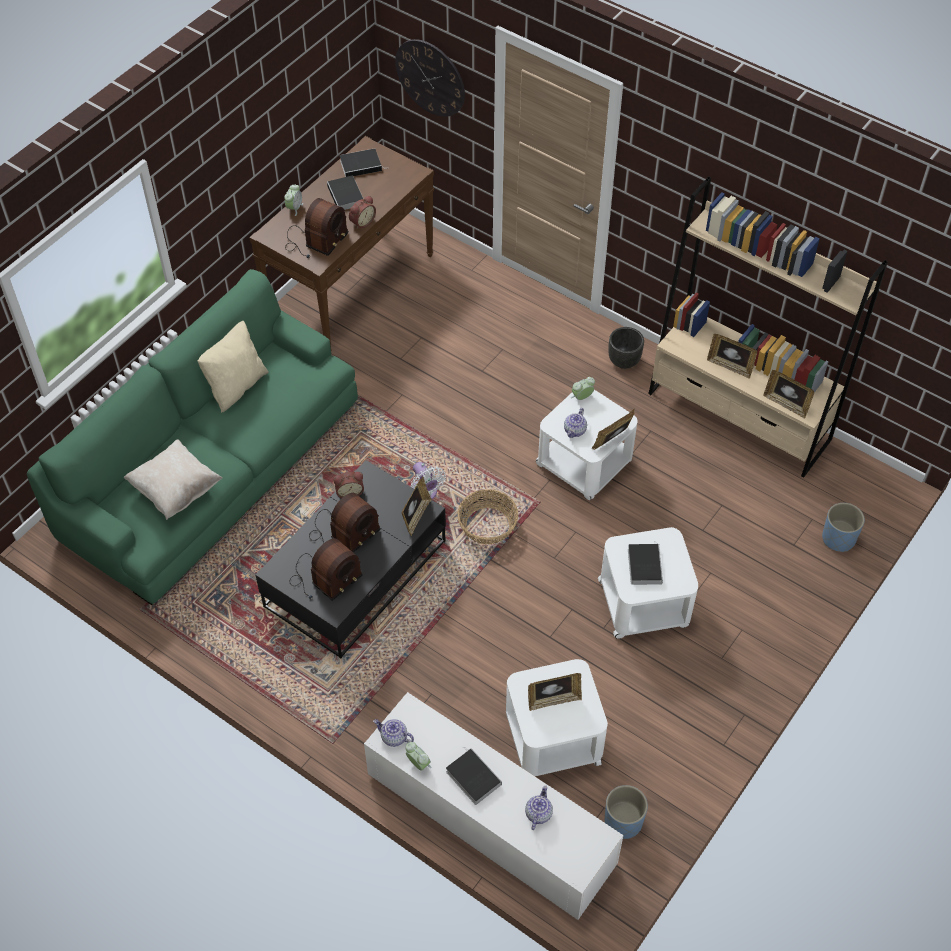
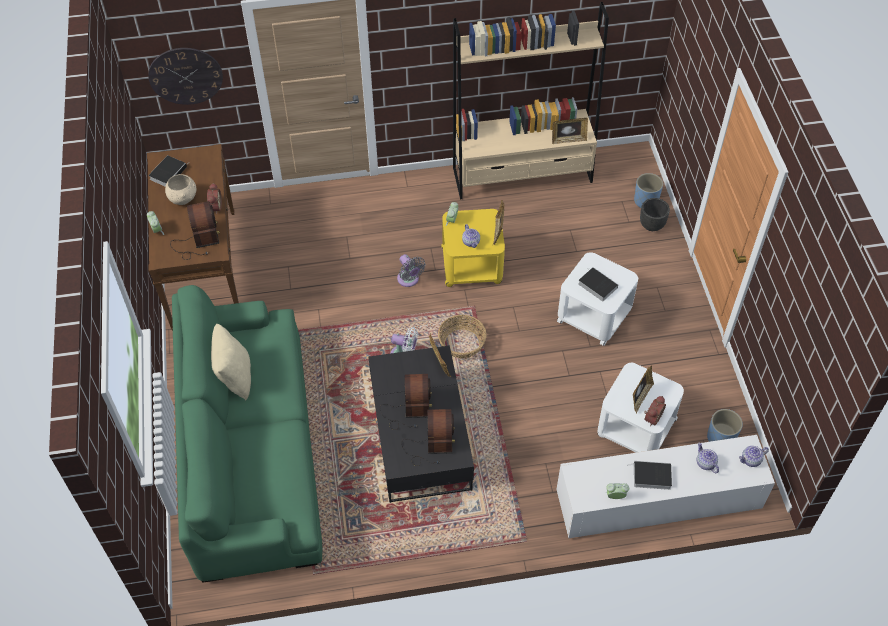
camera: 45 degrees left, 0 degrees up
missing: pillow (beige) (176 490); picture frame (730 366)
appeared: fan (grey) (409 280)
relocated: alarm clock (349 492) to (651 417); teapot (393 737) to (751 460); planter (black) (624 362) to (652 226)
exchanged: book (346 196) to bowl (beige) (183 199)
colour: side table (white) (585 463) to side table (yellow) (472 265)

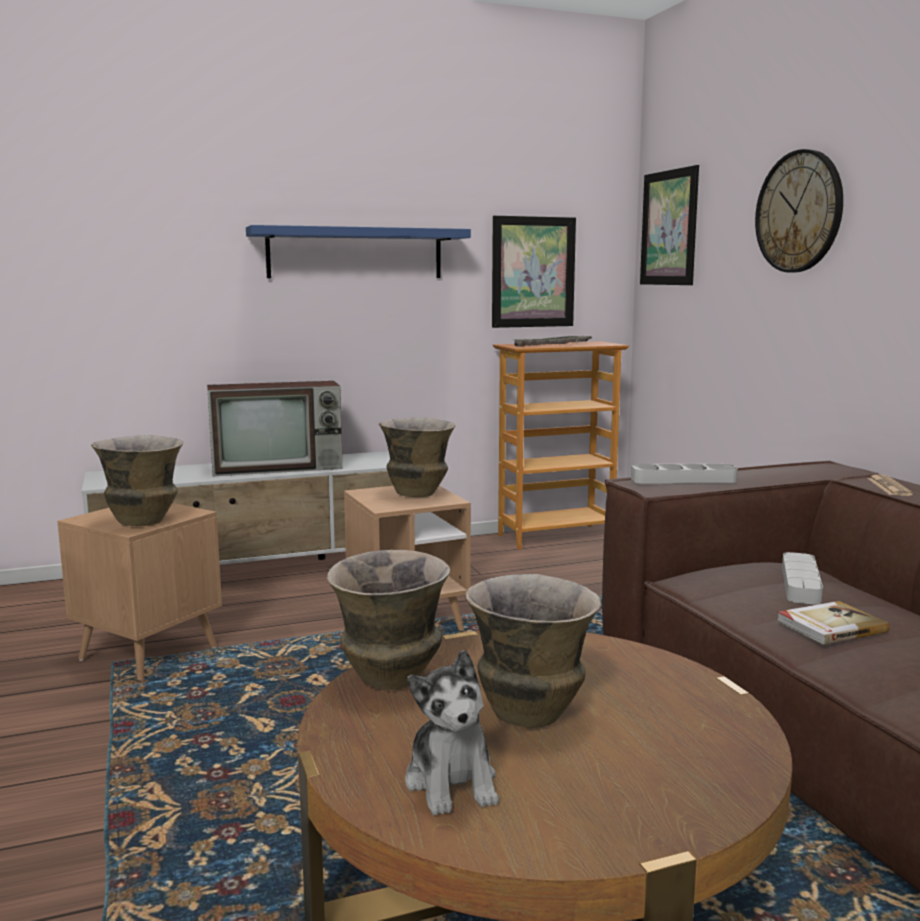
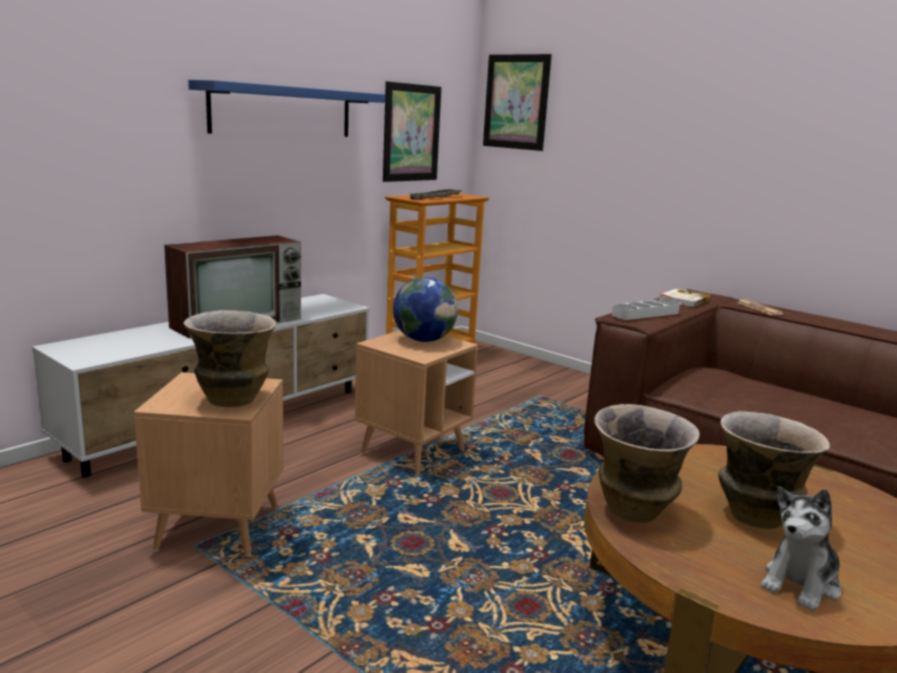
camera: 30 degrees left, 5 degrees up
missing: wall clock (799 212); tray (grey) (800 584)
relocated: book (830 626) to (683 300)
exchanged: vase (417 494) to globe (423 340)
spun: plush toy (452 782) = (801 584) 90 degrees clockwise

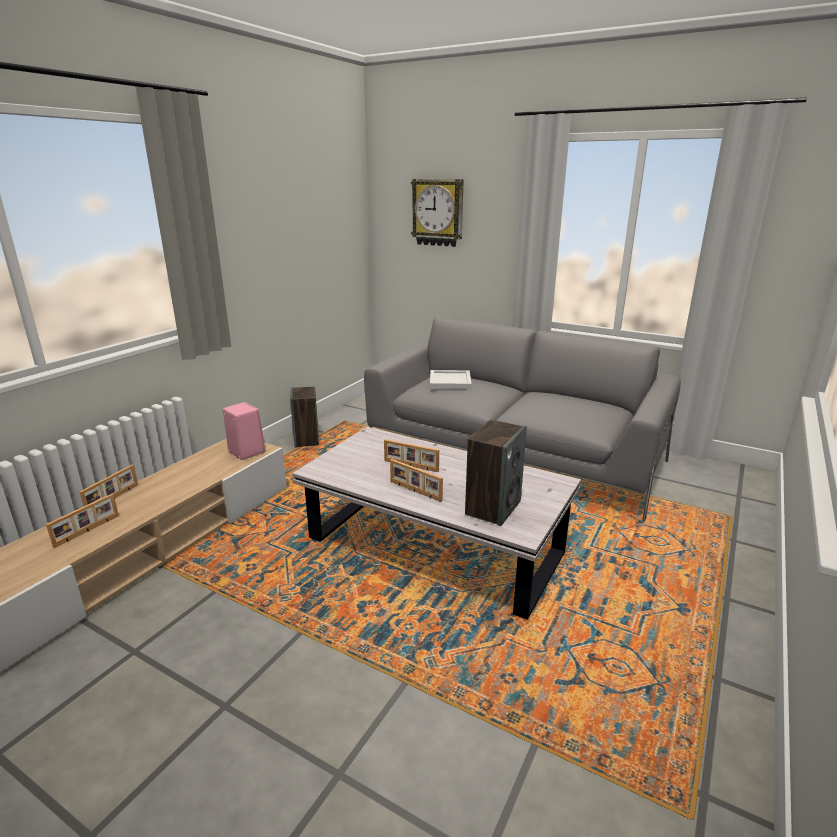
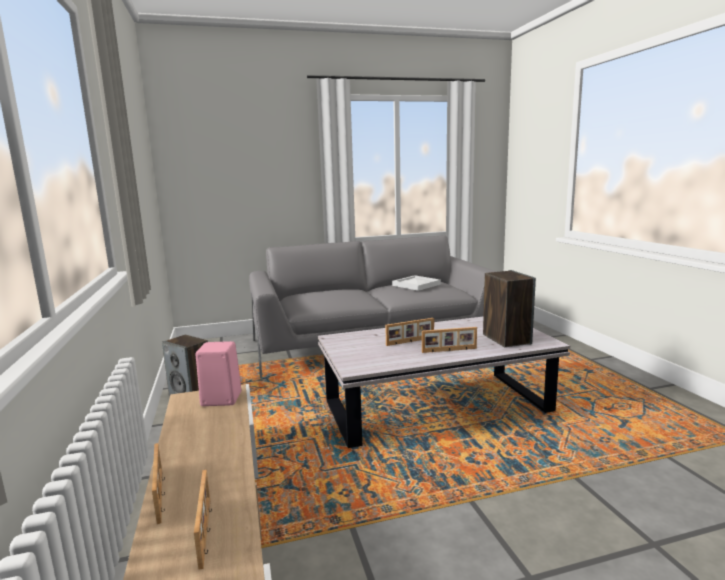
camera: 45 degrees left, 10 degrees down
missing: wall clock (438 212)
relocated: tray (white) (449 382) to (416 285)

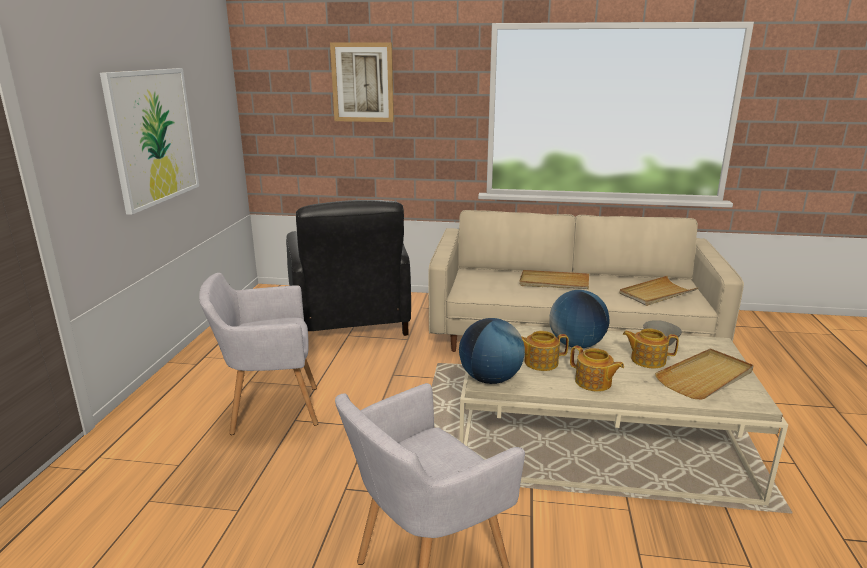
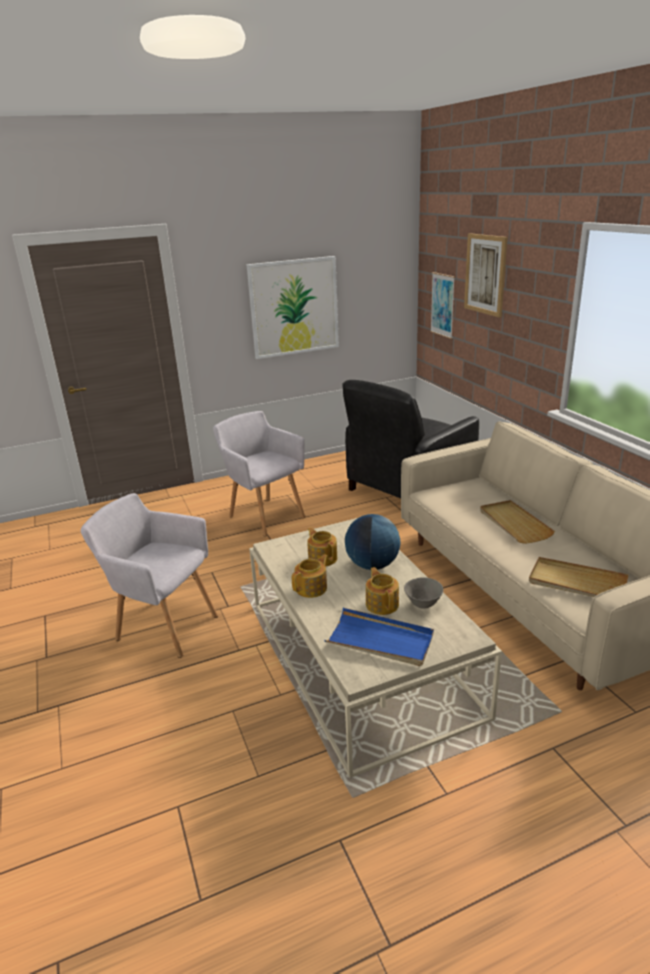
camera: 60 degrees right, 5 degrees up
missing: globe (490 379)
appeared: picture (442 305)
colour: tray (beige) (705 377) to tray (blue) (380 640)
spun: teapot (593 383) = (312 588) 150 degrees counterclockwise

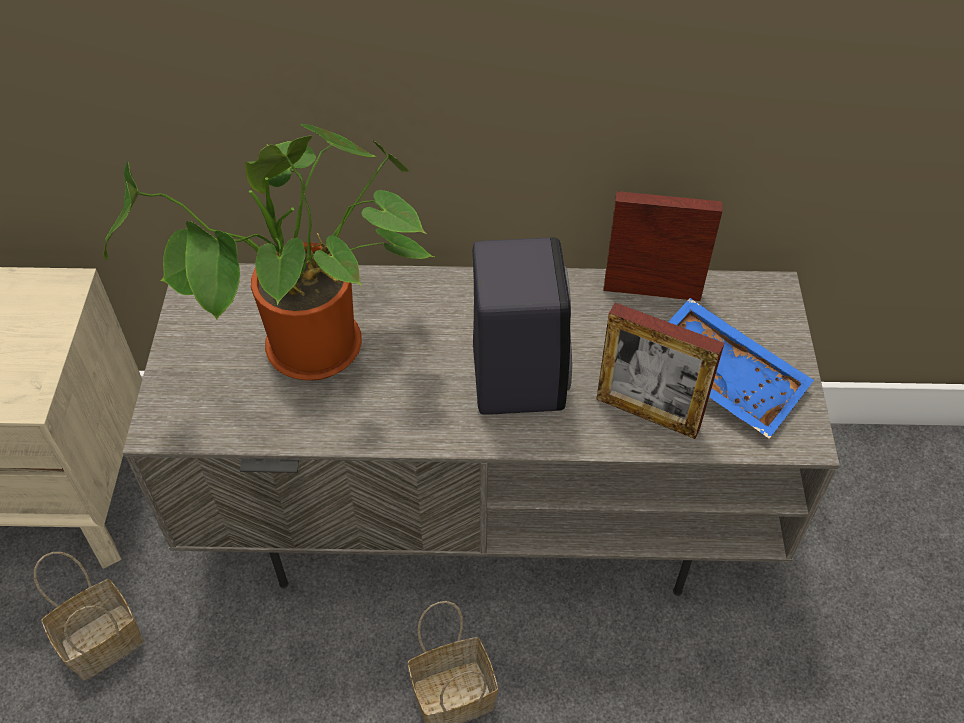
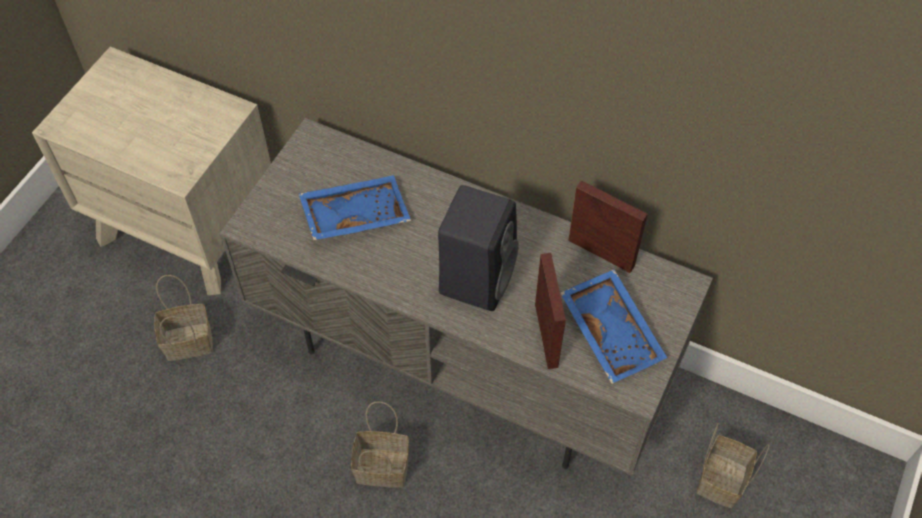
camera: 25 degrees right, 5 degrees up
appeared: basket (721 478)
exchanged: potted plant (309 357) to tray (blue) (355 214)
spun: picture frame (647 413) = (546 335) 150 degrees counterclockwise

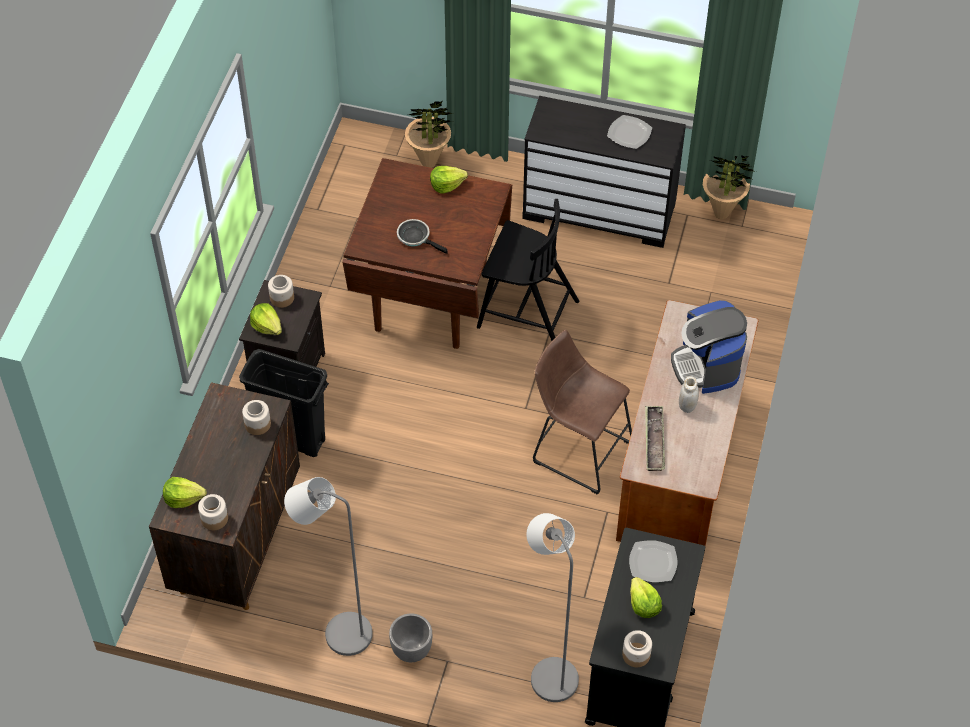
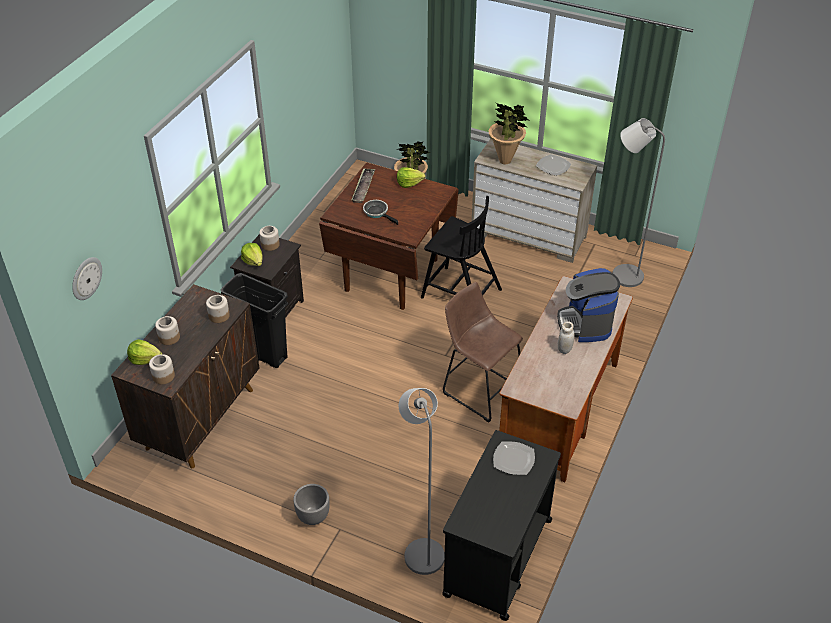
camera: 10 degrees right, 10 degrees down
missing: lettuce (643 605)
appeared: wall clock (86 278)
relocated: floor lamp (grey) (339 632) to (621 274); jar (636 654) to (169 337); tray (654 441) to (363 188); potted plant (722 213) to (505 160)
colour: dresser (black) (599 211) to dresser (beige) (529 234)

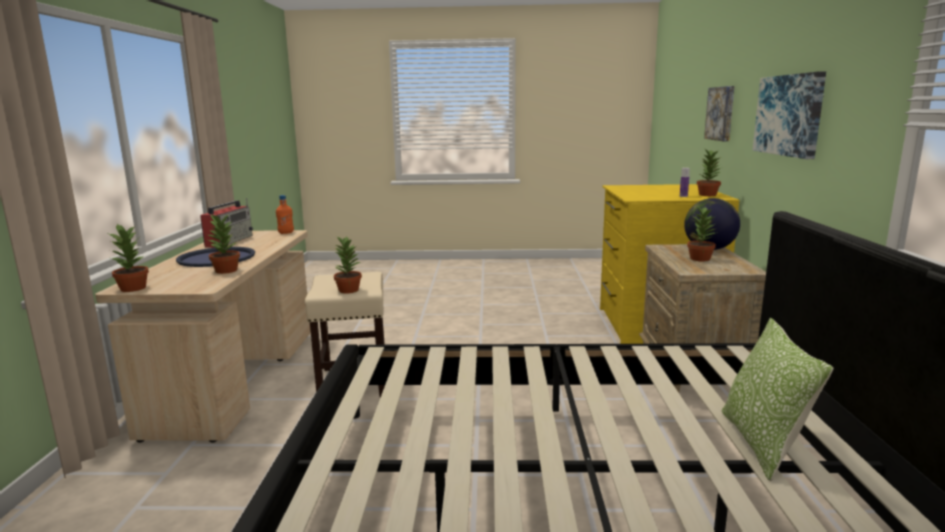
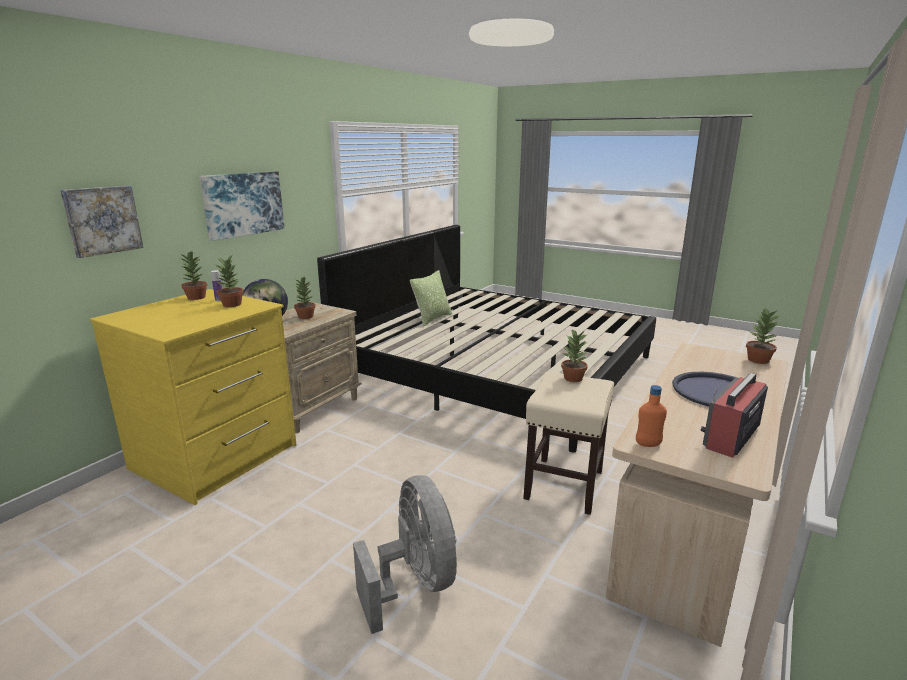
camera: 150 degrees left, 5 degrees up
appeared: fan (grey) (414 583)
relocated: potted plant (225 270) to (232 304)

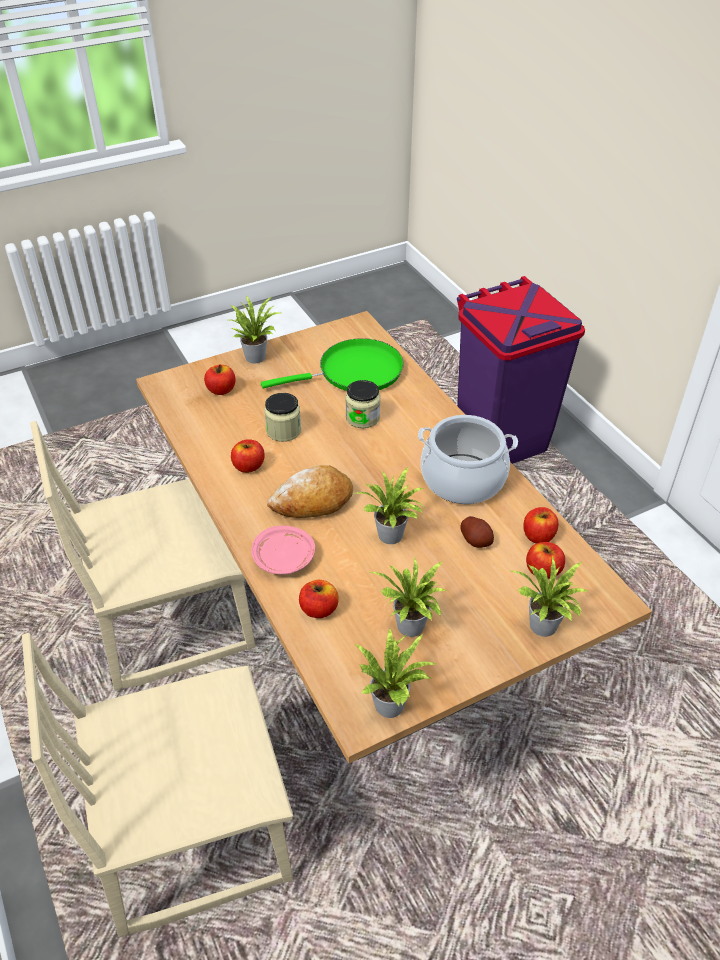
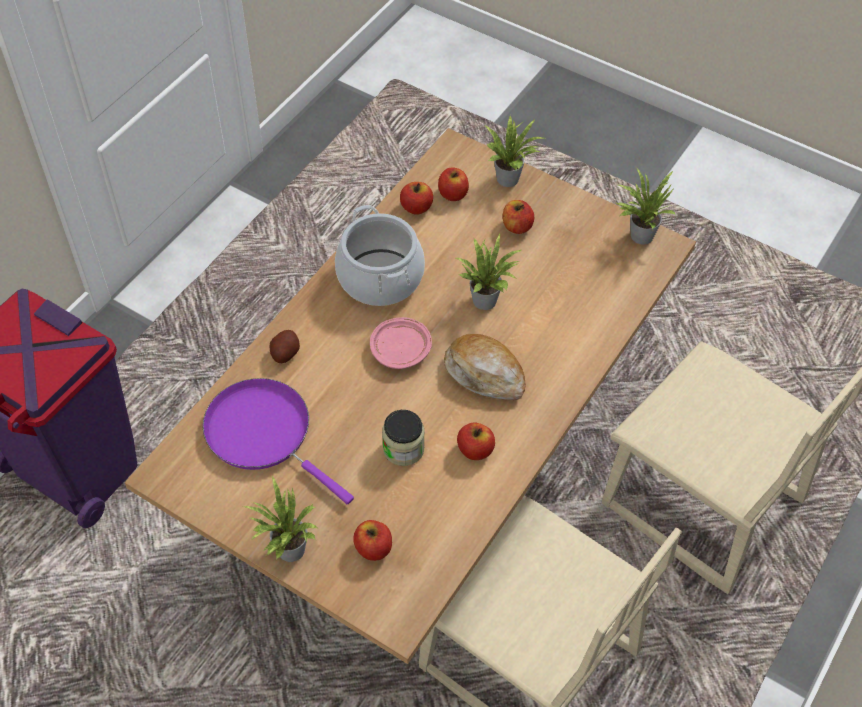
camera: 120 degrees left, 10 degrees up
missing: jar (362 418); potted plant (410 629)
relocated: plate (pink) (284 558) to (401 349); apple (319 609) to (517 226); potato (476 540) to (285 353)
colour: frying pan (green) (354 372) to frying pan (purple) (264 434)

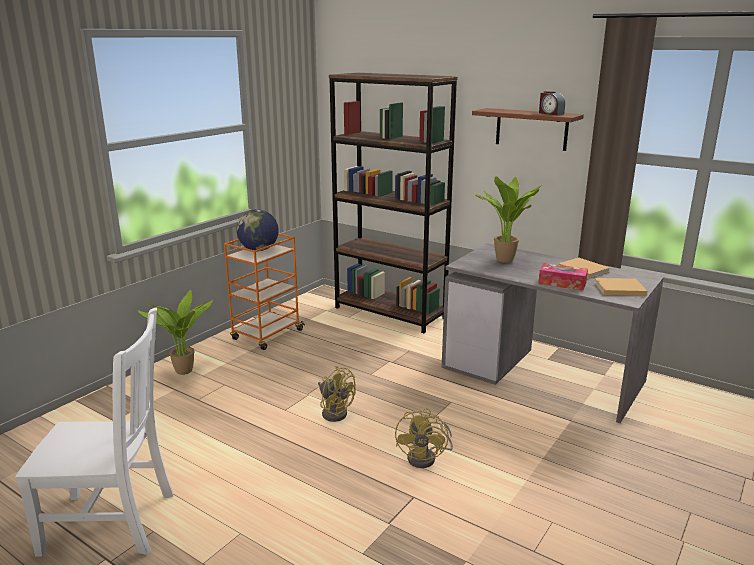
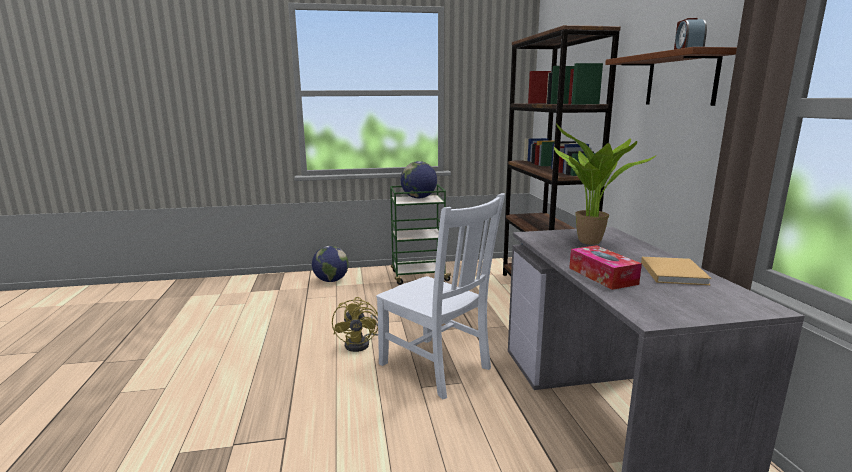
camera: 45 degrees right, 5 degrees down
missing: fan (yellow) (427 458); book (beige) (618 289)
relocated: chair (white) (113 523) to (437 367)
exchanged: potted plant (185 372) to globe (331 280)
colour: cart (orange) (267 335) to cart (green) (419 276)

